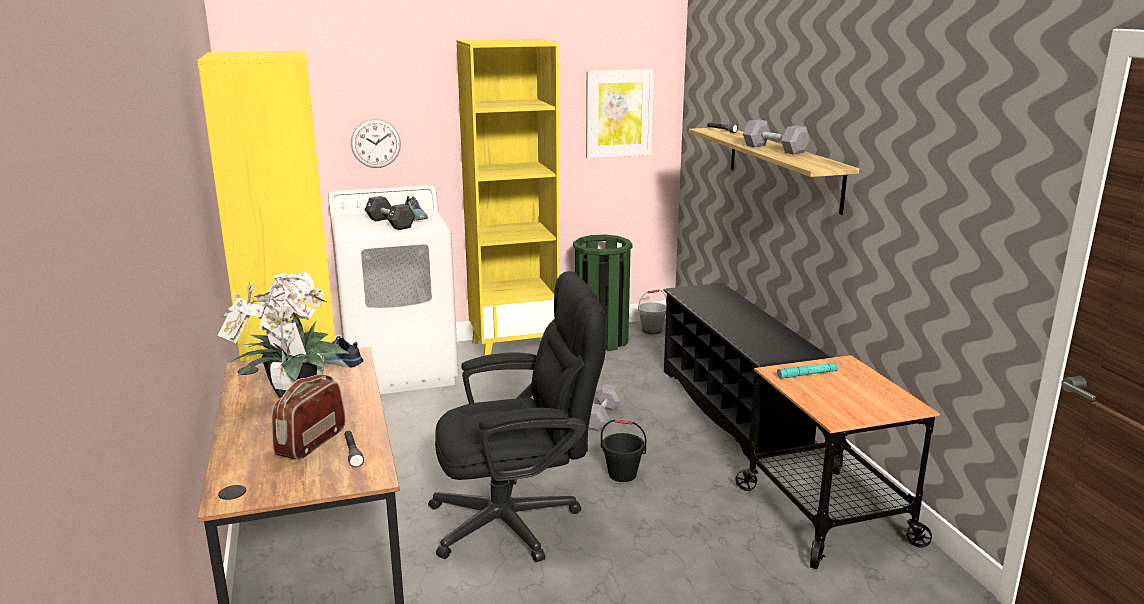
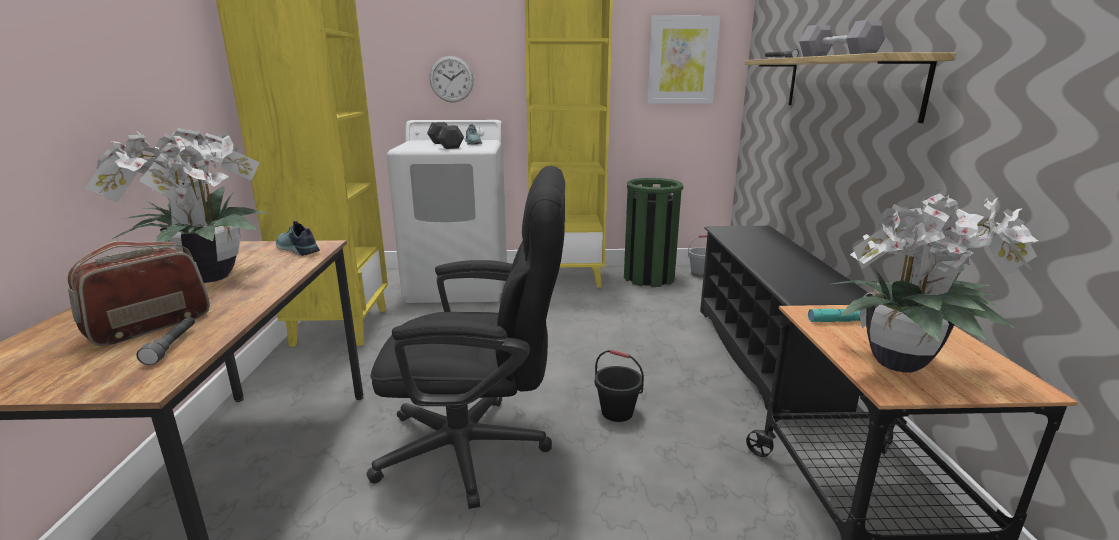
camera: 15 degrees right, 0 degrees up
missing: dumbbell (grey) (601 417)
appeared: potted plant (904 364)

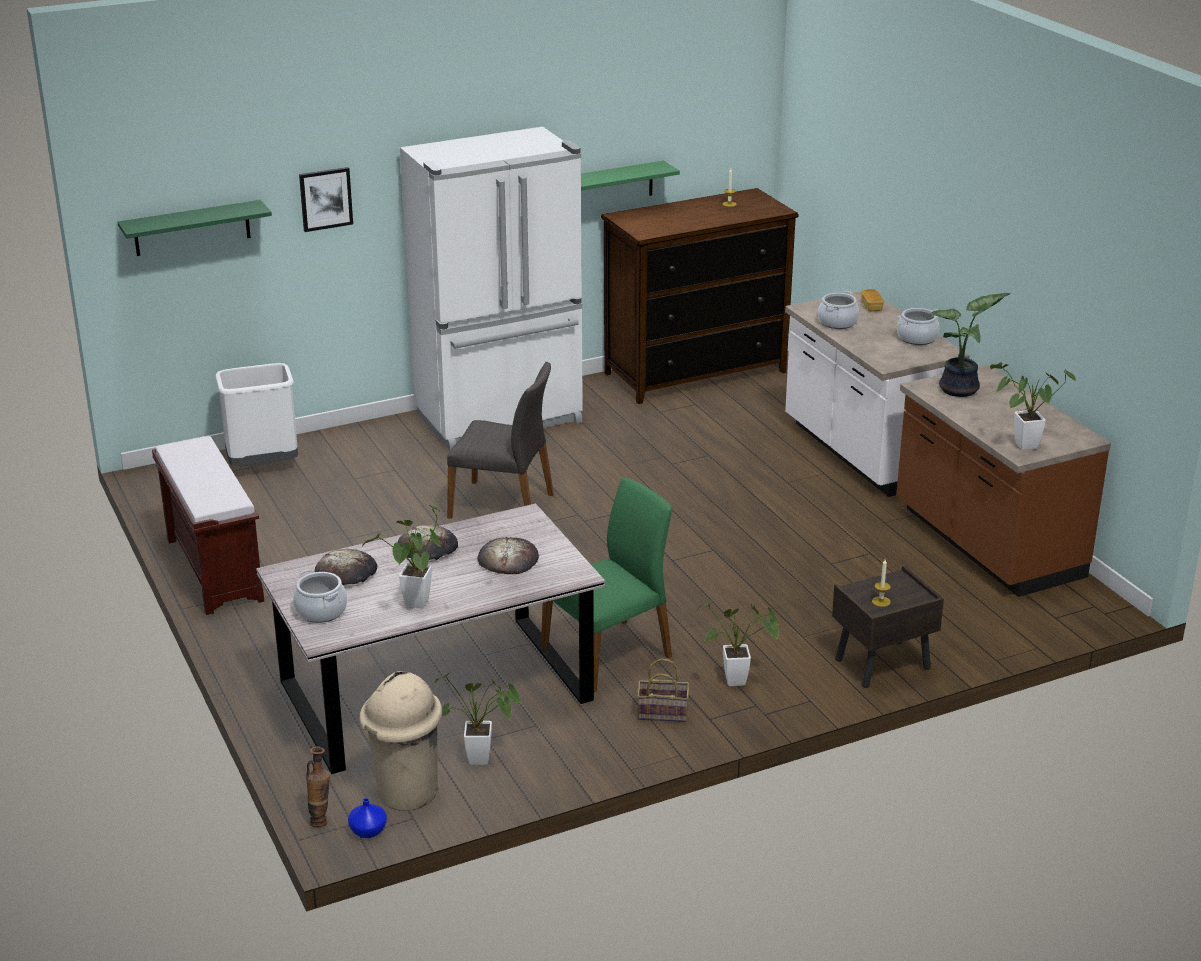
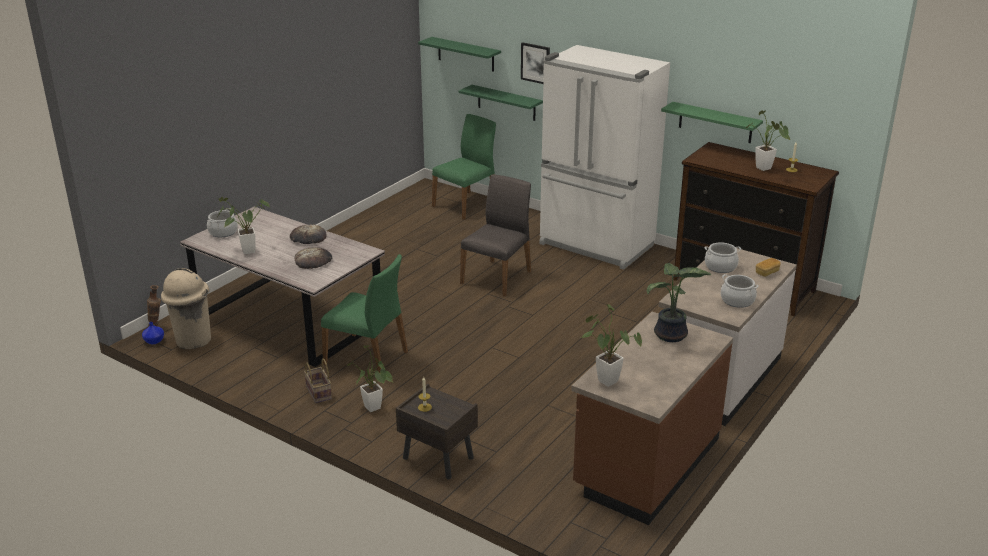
camera: 60 degrees right, 0 degrees up
missing: bench (brown) (213 569); bread (346 572)
appeared: shelf (green) (506 103)
relocated: potted plant (485 759) to (765 169)
exchanged: trash can (white) (263 465) to chair (green) (466 205)
spun: chair (grey) (503 505) = (497 277) 135 degrees counterclockwise

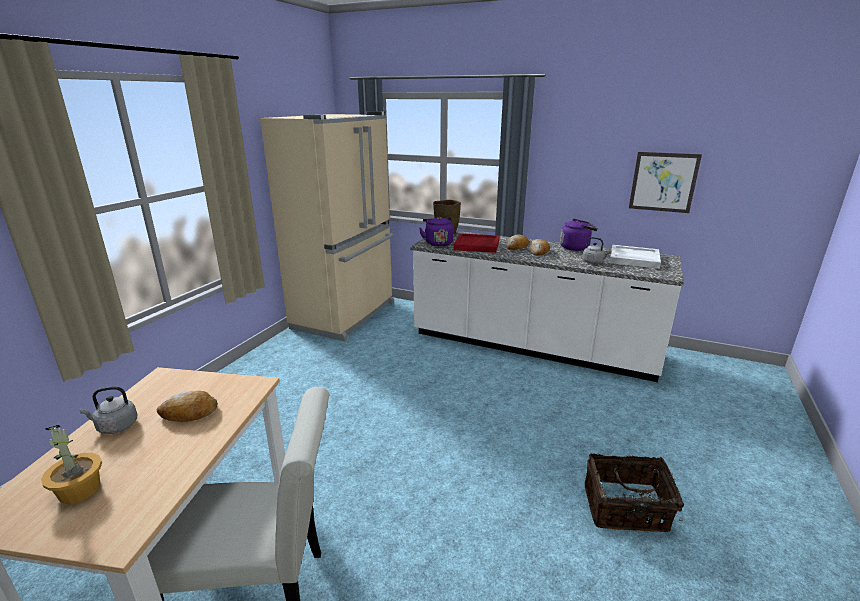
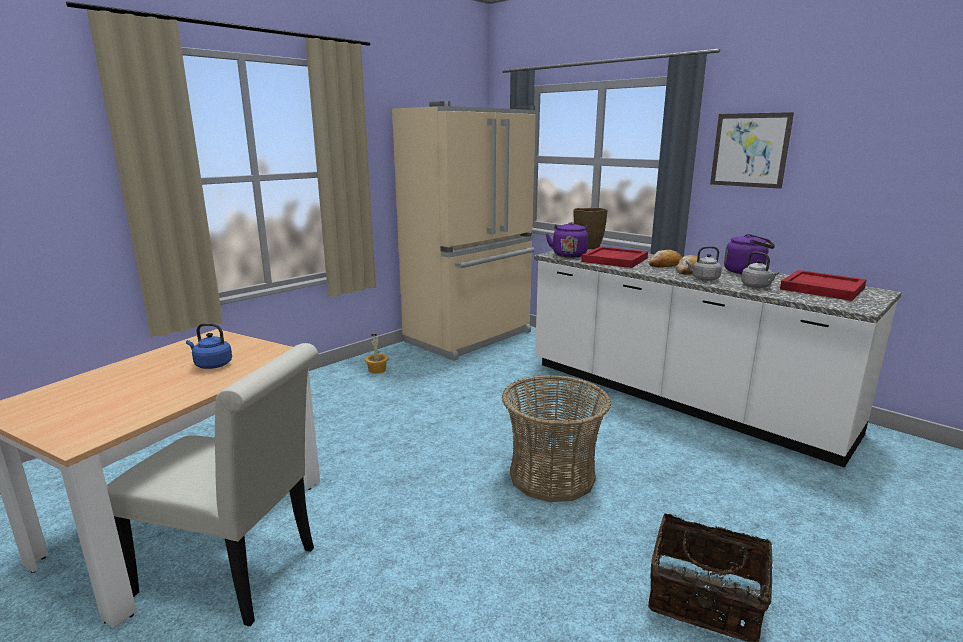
camera: 20 degrees right, 5 degrees down
appeared: basket (552 476)
relocated: potted plant (79 490) to (377 370); kettle (grey) (115 426) to (703 279); picture (663 182) to (749 150)
exchanged: bread (189 413) to kettle (blue) (211 365)
colour: tray (white) (633 259) to tray (red) (821 288)

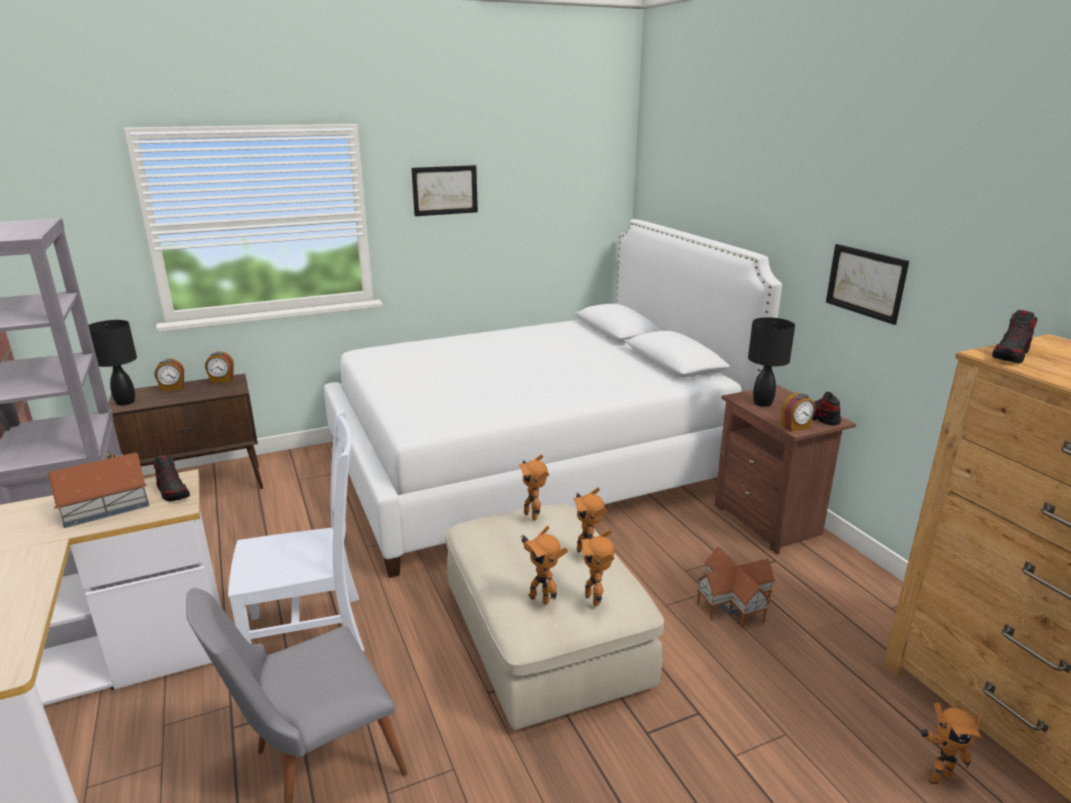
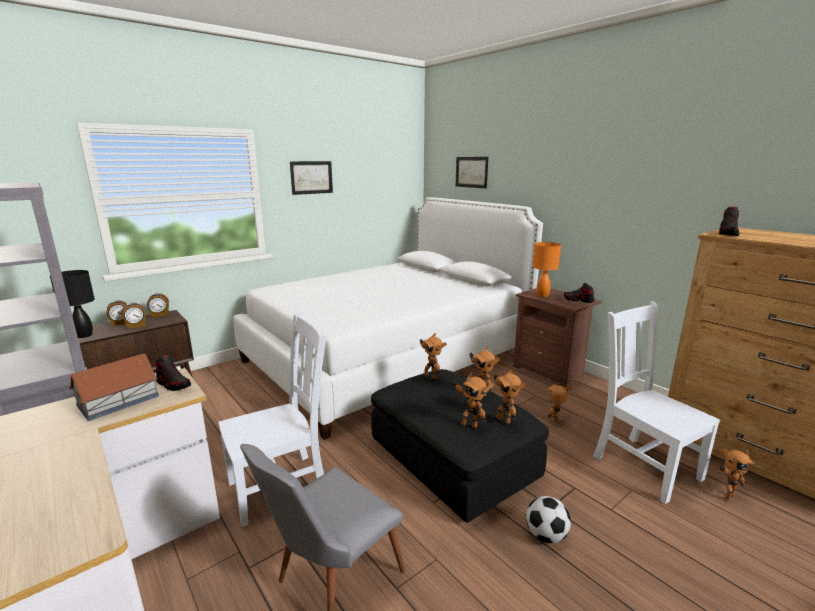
camera: 15 degrees left, 5 degrees down
appeared: football (546 536); chair (white) (643 465)
relocated: alarm clock (795 427) to (136 326); picture (865 282) to (471 172)
exchanged: toy house (732 604) to toy robot (556 420)
colour: ottoman (beige) (546 638) to ottoman (black) (453 460); table lamp (black) (762 403) to table lamp (orange) (542 295)

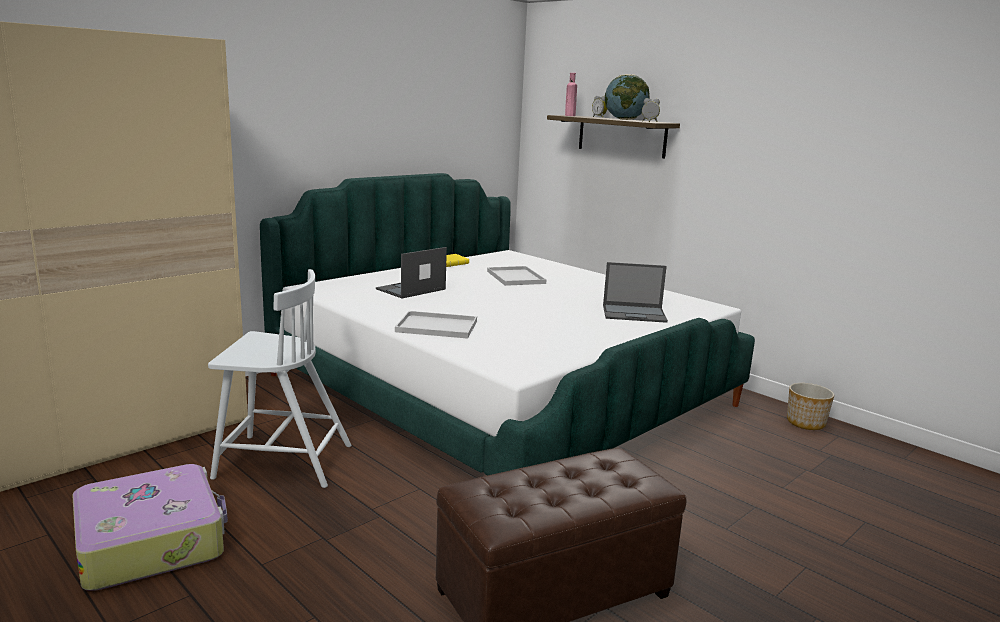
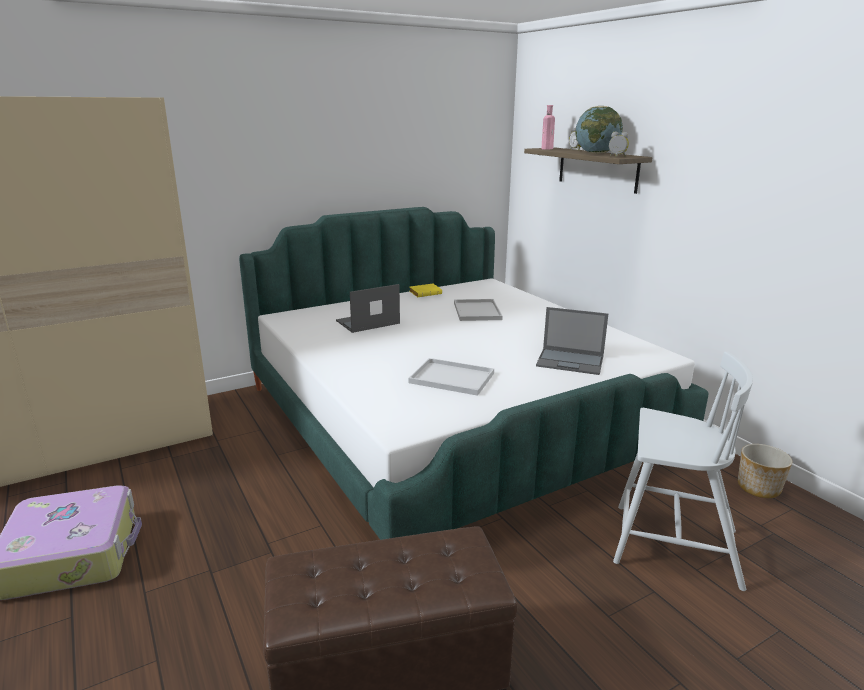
camera: 15 degrees right, 5 degrees up
relocated: chair (white) (281 461) to (672 545); tray (white) (438 326) to (453 378)

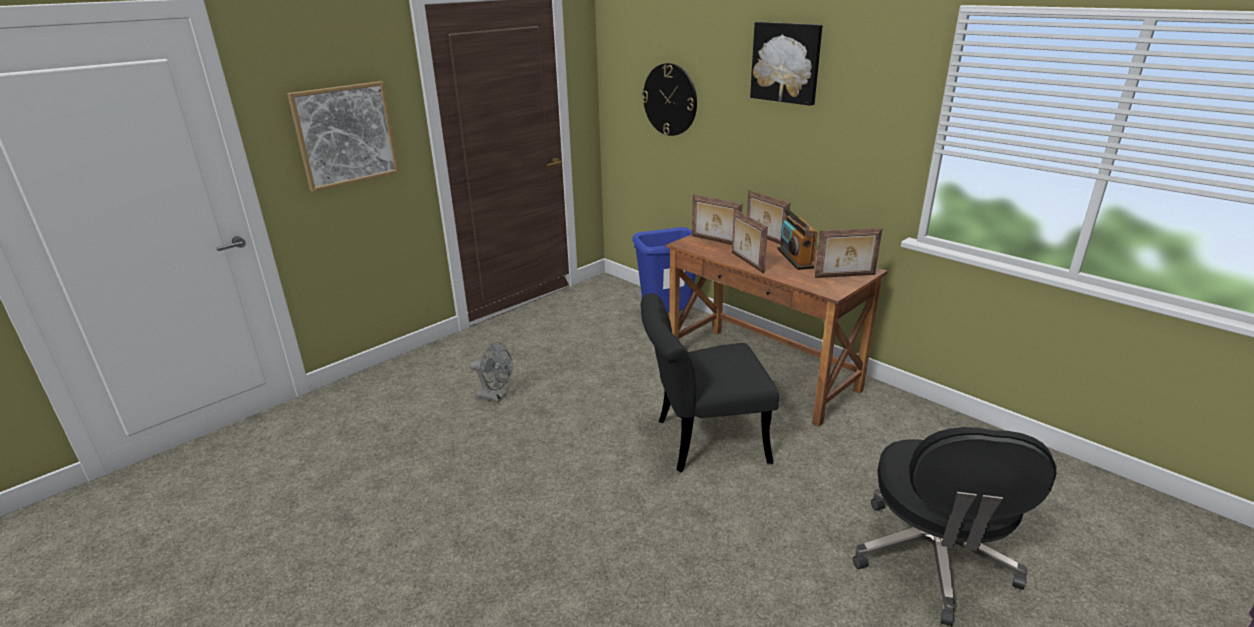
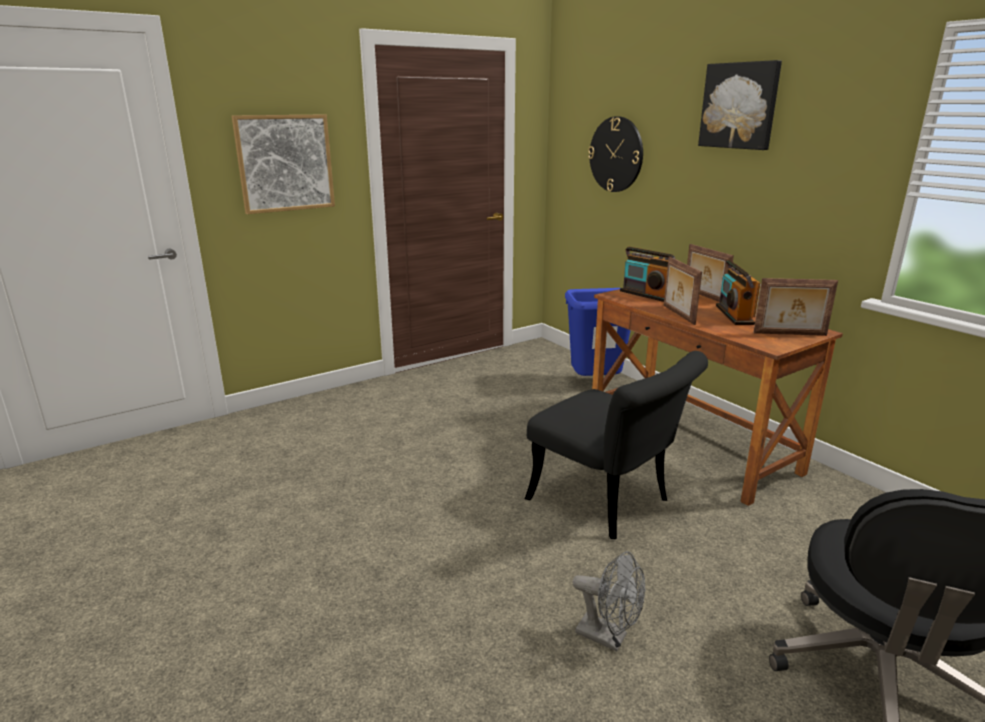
camera: 10 degrees right, 5 degrees down
relocated: fan (grey) (495 396) to (608 637)
exchanged: picture frame (714 241) to radio (647 295)
spun: chair (black) (701 440) = (608 504) 135 degrees counterclockwise

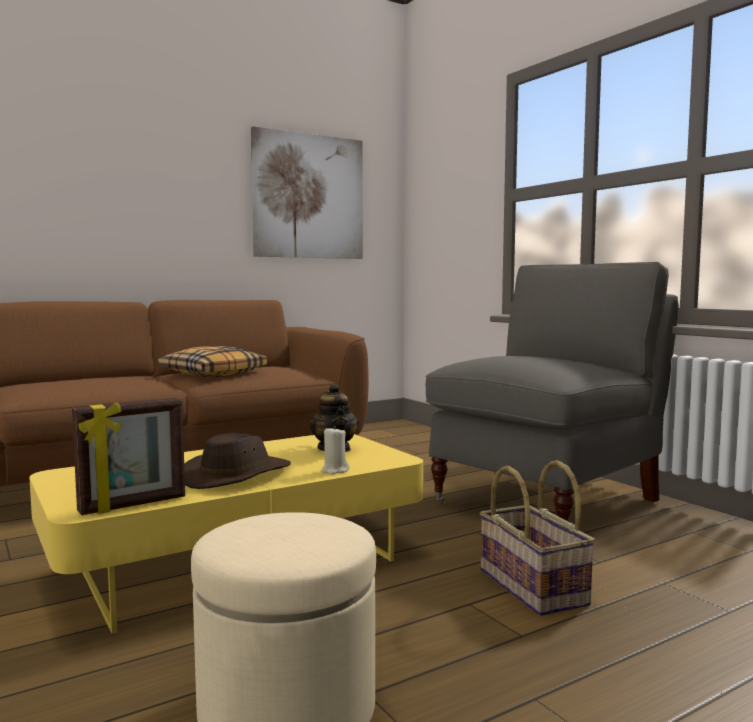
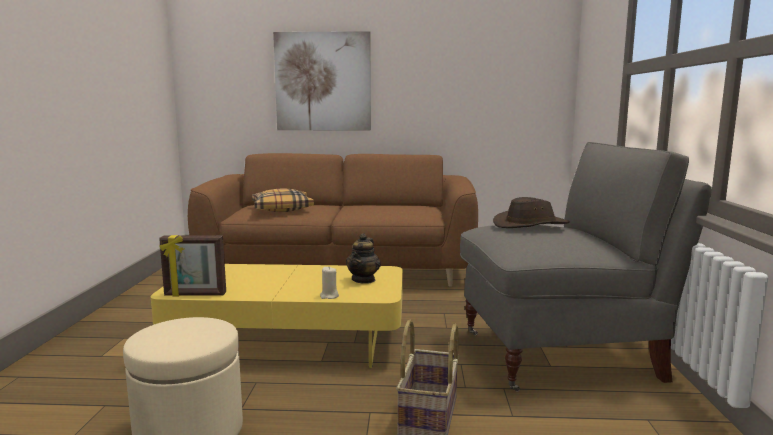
camera: 35 degrees right, 5 degrees up
relocated: pillow (213 374) to (282 208); hat (brown) (236 475) to (530 225); picture (308 196) to (323 82)

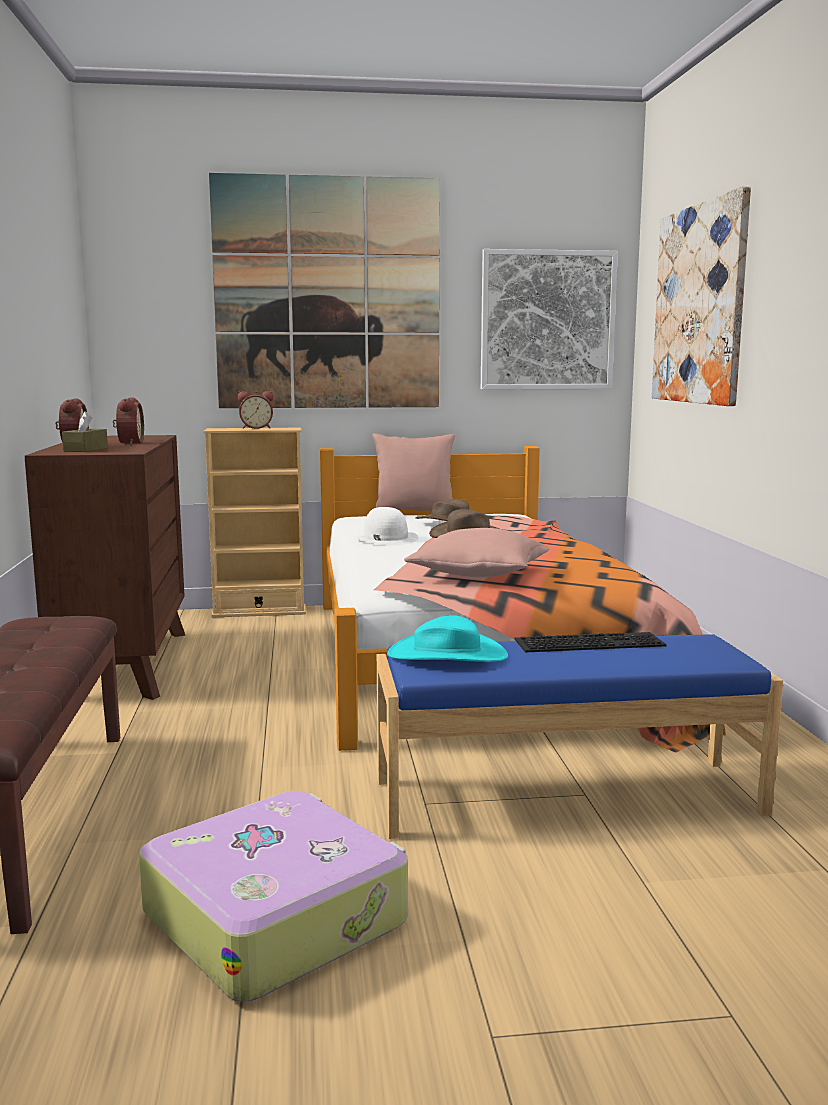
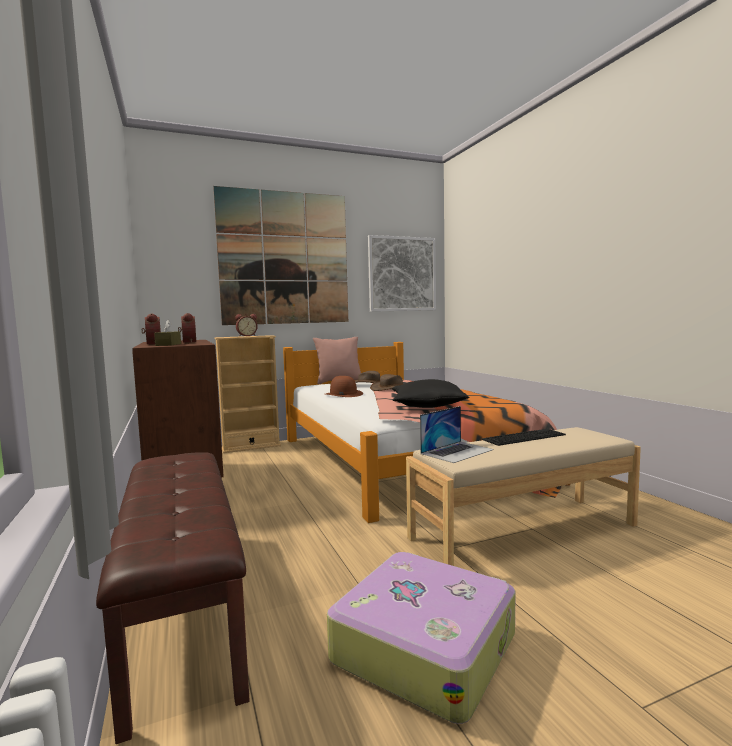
camera: 15 degrees left, 5 degrees down
missing: picture (699 305)
exchanged: hat (turquoise) (447 655) to laptop (457 451)
colour: hat (white) (385 539) to hat (brown) (343 394); bench (blue) (566 795) to bench (beige) (523 531); pillow (pink) (478 574) to pillow (black) (428 406)

